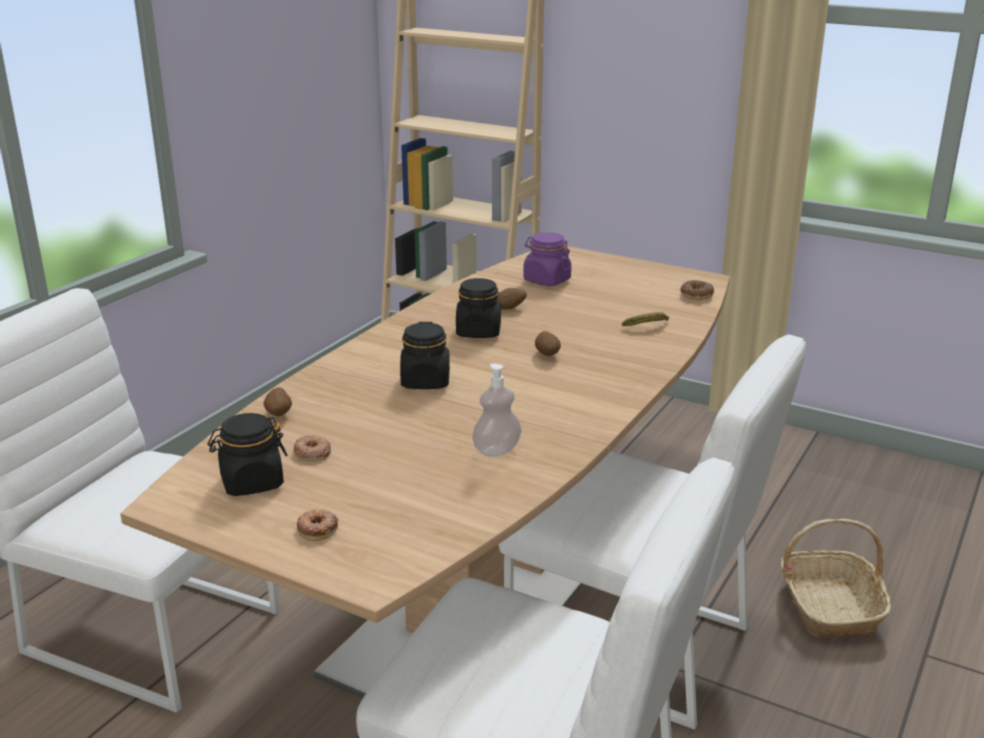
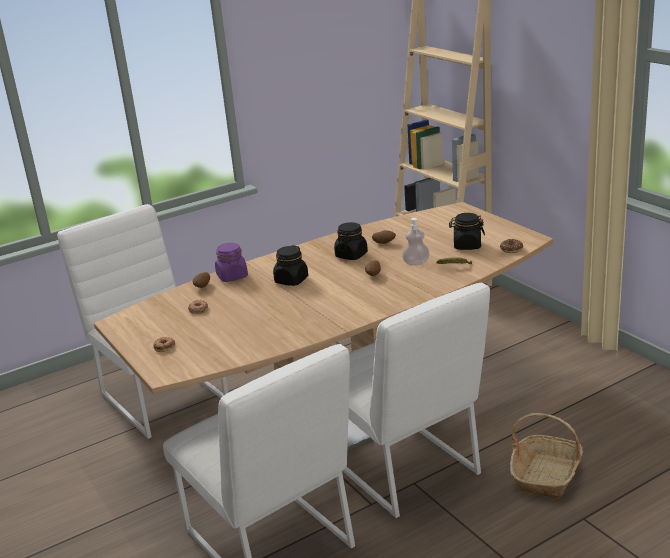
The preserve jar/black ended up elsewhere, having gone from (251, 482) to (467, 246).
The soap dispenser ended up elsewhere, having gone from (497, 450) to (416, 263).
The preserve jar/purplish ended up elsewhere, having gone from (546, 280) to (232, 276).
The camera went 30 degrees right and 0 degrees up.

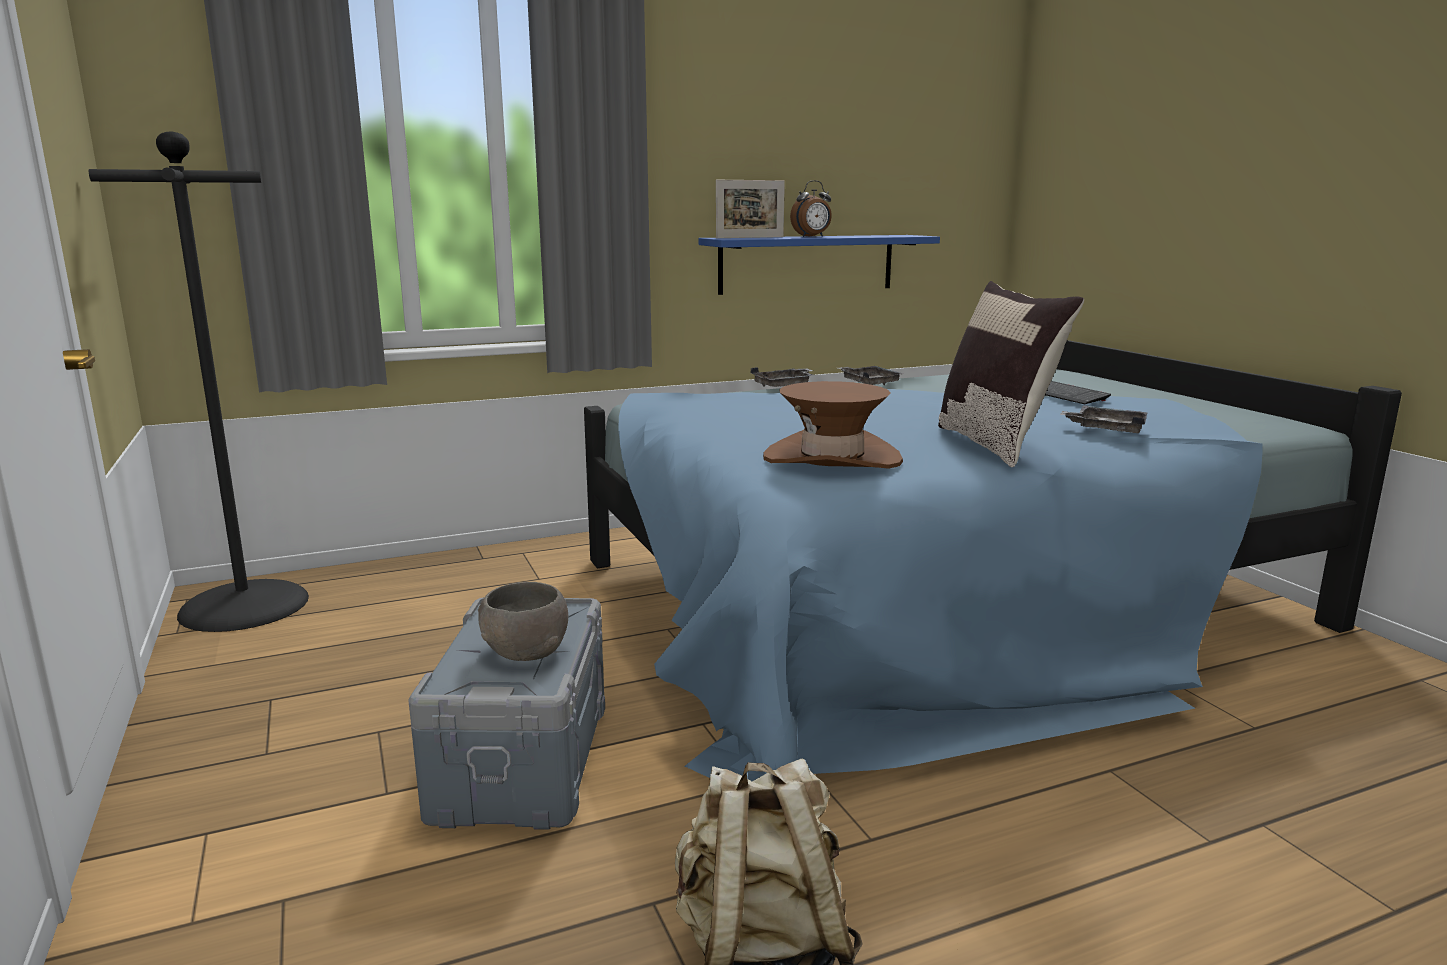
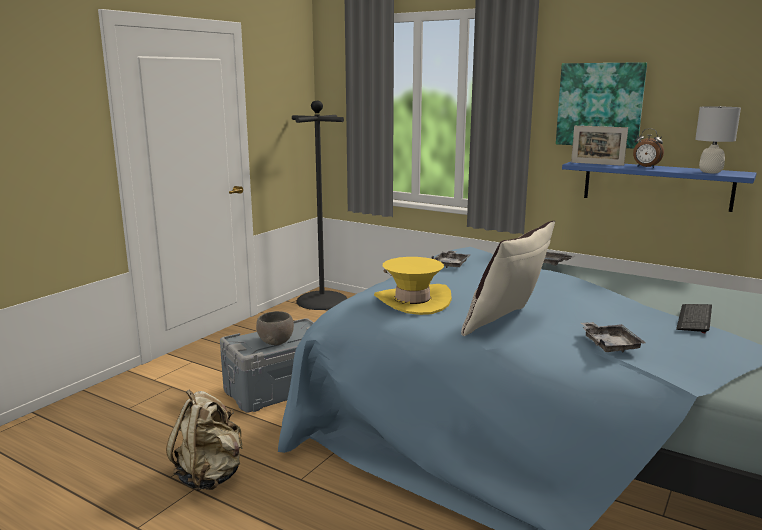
The second view gained the picture at (600, 105).
The second view gained the tabletop lamp/greyish at (711, 172).
The tray/greyish ended up elsewhere, having gone from (869, 383) to (451, 264).
What was the hat/brown-coloured at (832, 458) turned into the hat/yellow-coloured at (412, 301).
The camera went 55 degrees right and 0 degrees up.

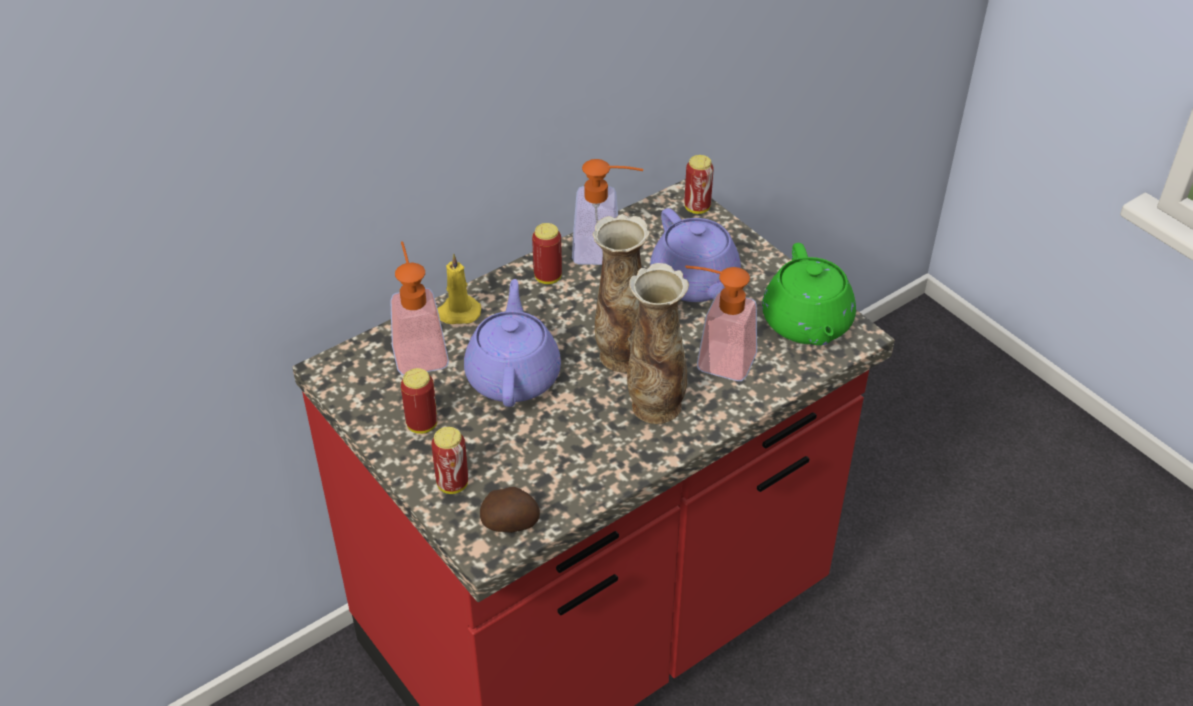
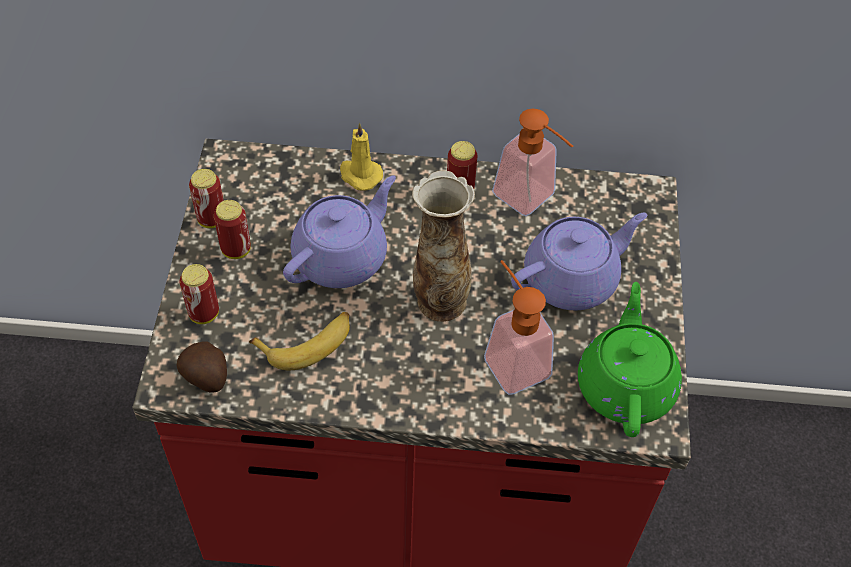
The second view lost the soap dispenser at (418, 349).
The second view lost the decorative vase at (655, 407).
The second view gained the banana fruit at (307, 343).
The metal can ended up elsewhere, having gone from (697, 208) to (212, 219).
The pot for tea/purplish at (695, 283) ended up facing another way, 135 degrees counterclockwise from before.
The pot for tea/green-coloured at (807, 324) ended up facing another way, 150 degrees clockwise from before.
The camera went 40 degrees right and 10 degrees up.

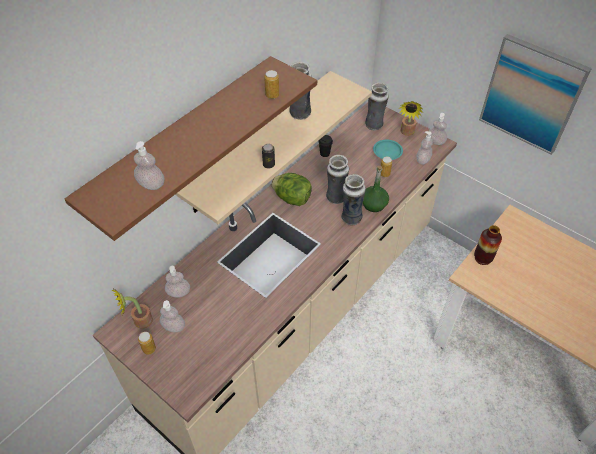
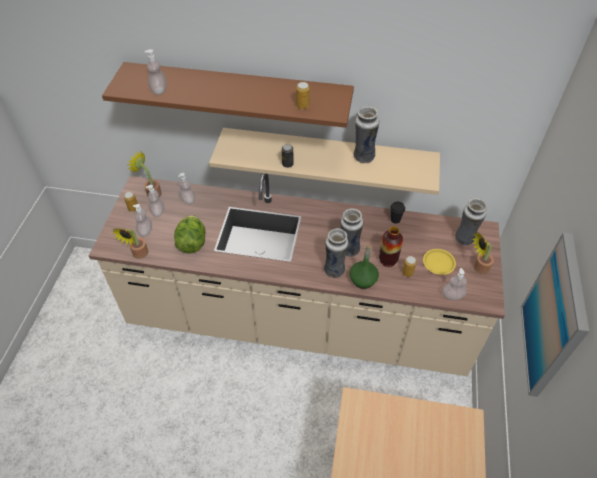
The second view gained the plant in a pot at (138, 255).
The lettuce head ended up elsewhere, having gone from (292, 198) to (192, 243).
The soap dispenser ended up elsewhere, having gone from (435, 141) to (145, 231).
The decorative vase ended up elsewhere, having gone from (482, 258) to (388, 260).
What was the plate/turquoise at (387, 152) turned into the plate/yellow-coloured at (438, 263).
The camera went 60 degrees right and 0 degrees up.

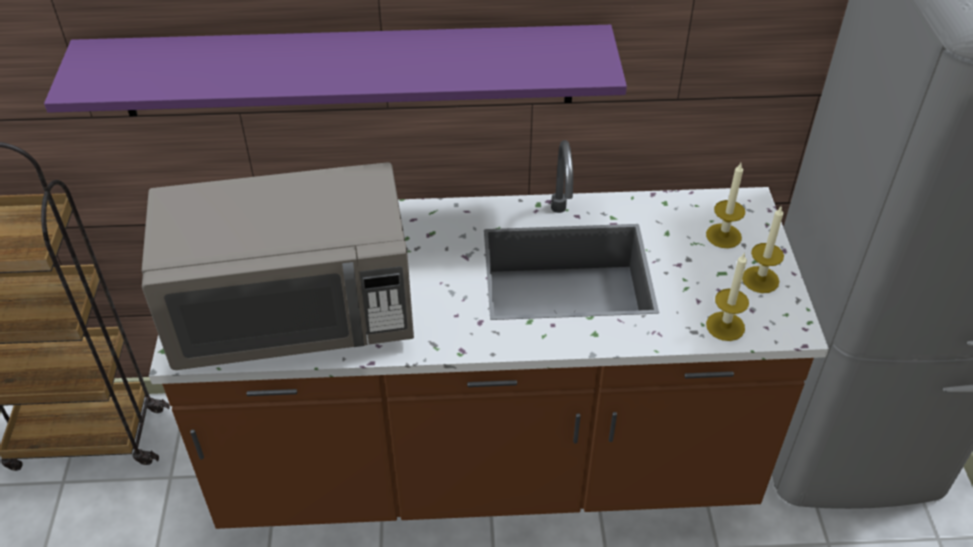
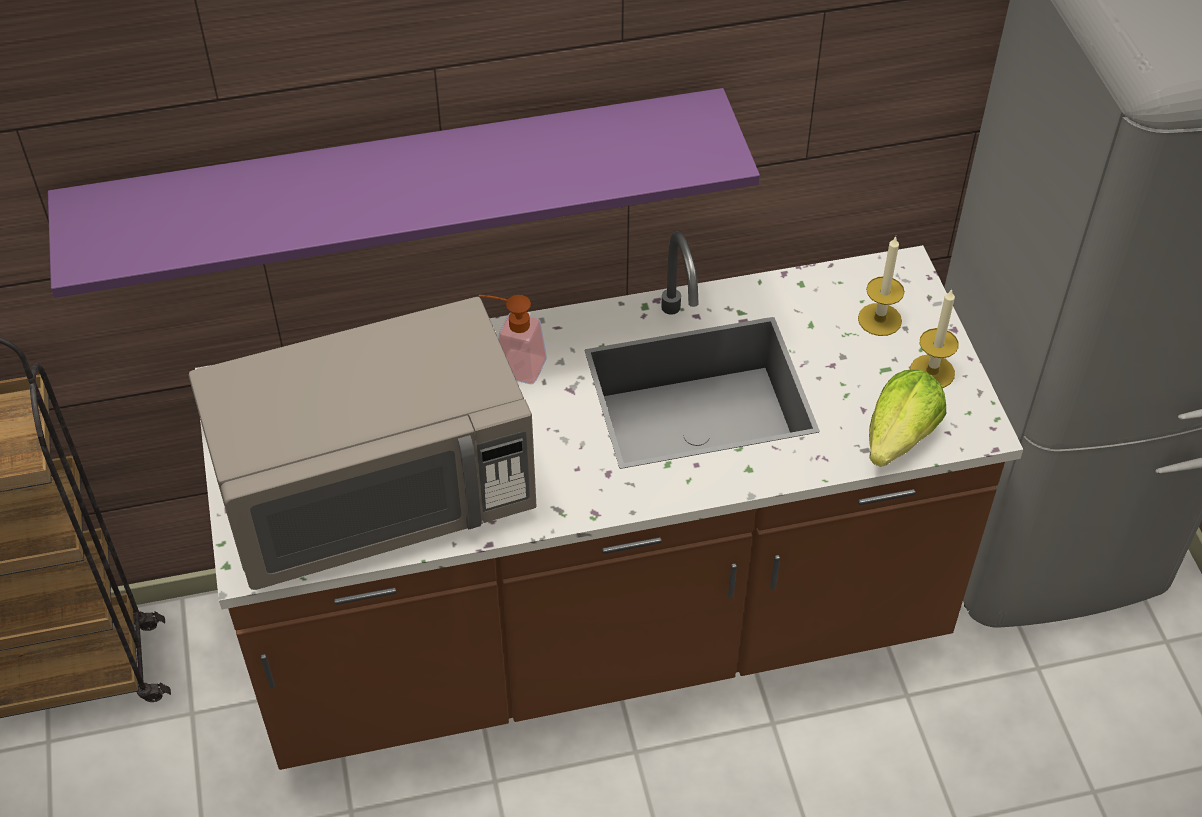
The second view gained the soap dispenser at (512, 365).
Where the wax candle stood at (725, 326), the lettuce head came to stand at (900, 437).
The camera went 10 degrees left and 5 degrees up.

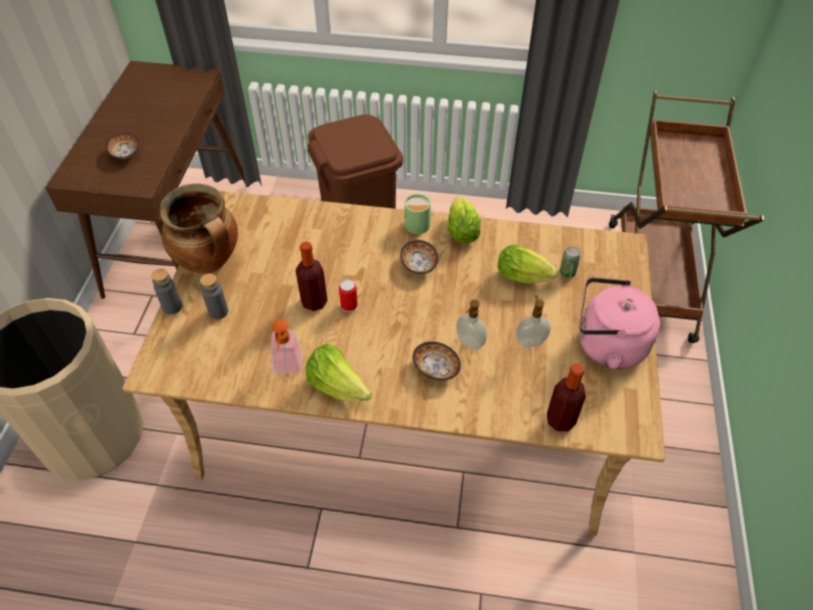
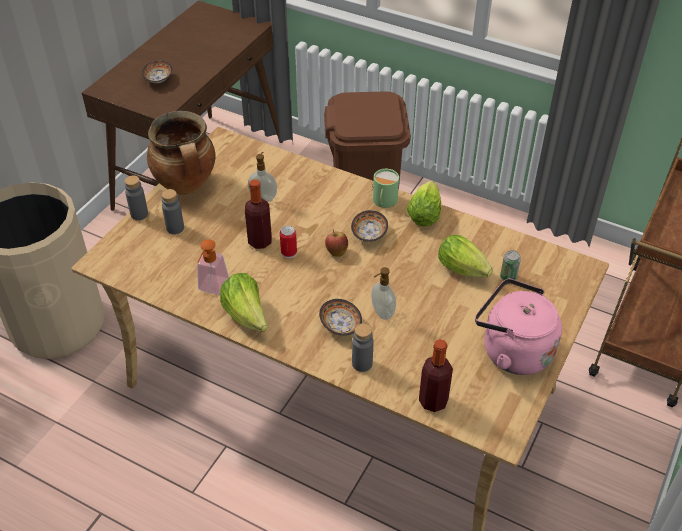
The second view gained the whole apple at (336, 252).
The second view gained the drink bottle/greyish at (362, 363).
The soap dispenser ended up elsewhere, having gone from (530, 341) to (263, 197).
The camera went 20 degrees right and 5 degrees down.

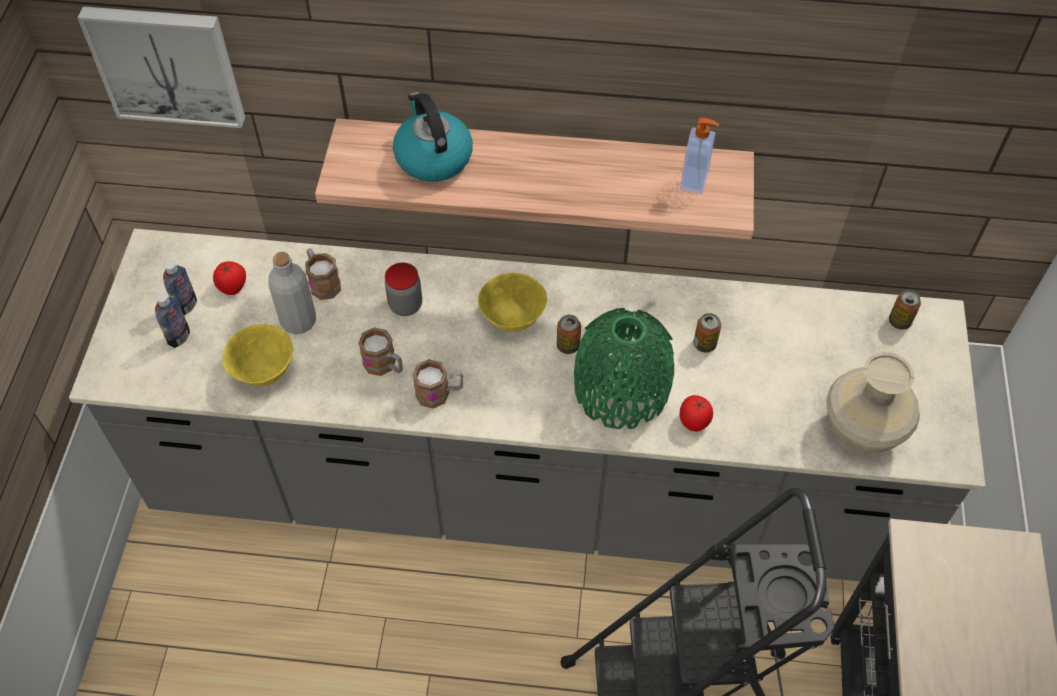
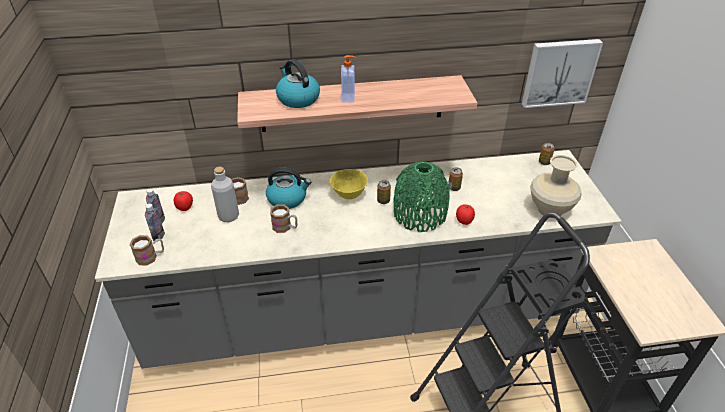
The second view lost the deep dish/yellow-coloured at (263, 372).
The picture ended up elsewhere, having gone from (167, 64) to (559, 72).
The coffee mug ended up elsewhere, having gone from (440, 393) to (151, 257).
The soap dispenser ended up elsewhere, having gone from (695, 181) to (349, 98).
Where the preserve jar stood at (405, 305), the kettle came to stand at (288, 199).
The camera went 15 degrees left and 15 degrees down.

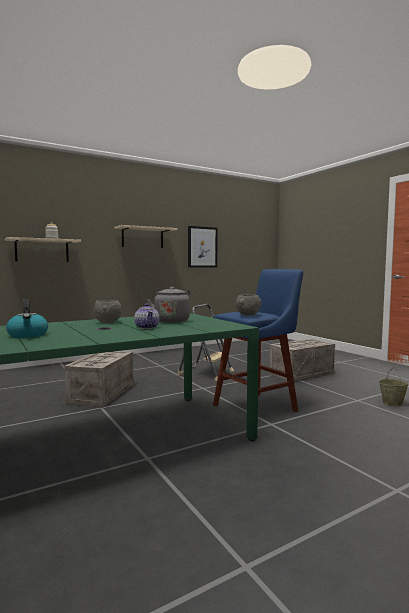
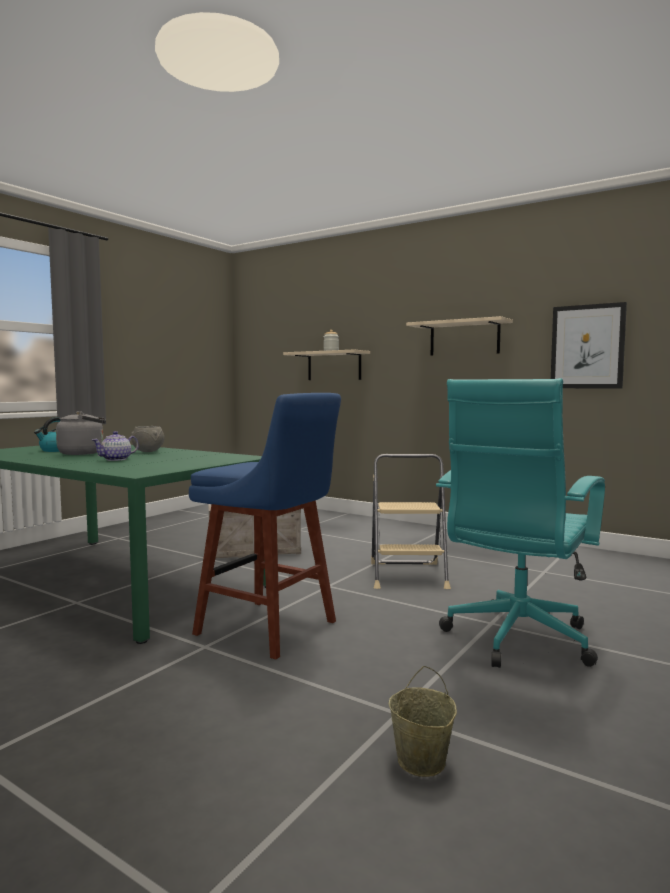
The second view lost the deep dish/greyish at (247, 315).
The kettle/greyish ended up elsewhere, having gone from (171, 320) to (84, 453).
Where the packing crate stood at (301, 374), the computer chair/turquoise came to stand at (516, 641).
The camera went 65 degrees right and 0 degrees up.

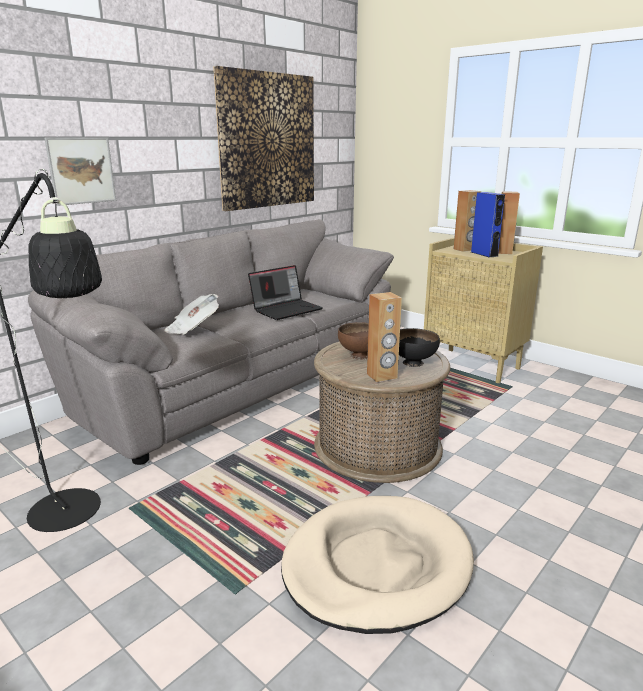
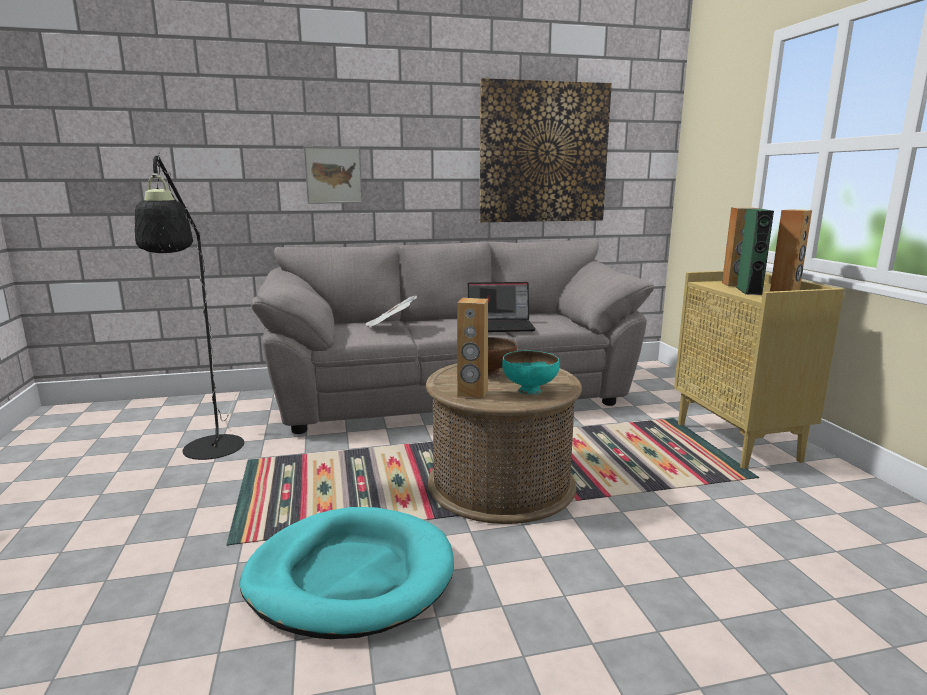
What was the pet bed/sand-coloured at (376, 566) turned into the pet bed/turquoise at (350, 576).
What was the deep dish/black at (413, 363) turned into the deep dish/turquoise at (529, 391).
What was the audio speaker/blue at (484, 254) turned into the audio speaker/green-coloured at (749, 291).
The camera went 35 degrees right and 5 degrees down.

